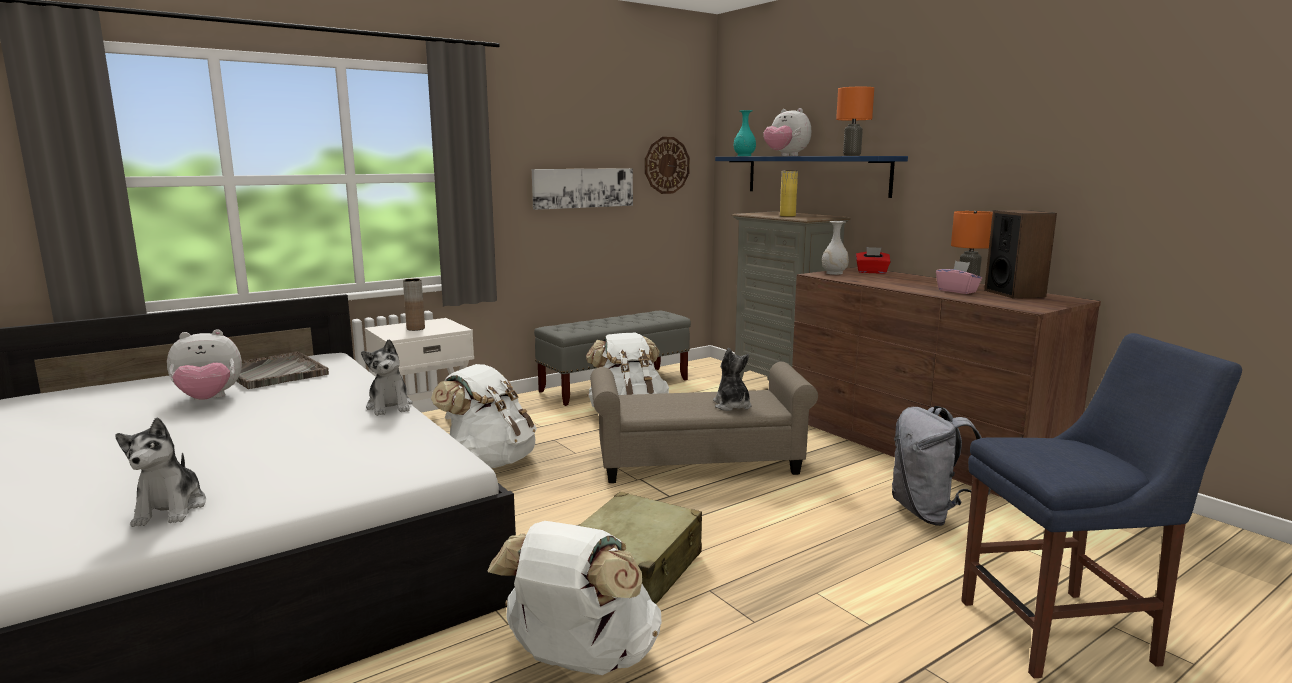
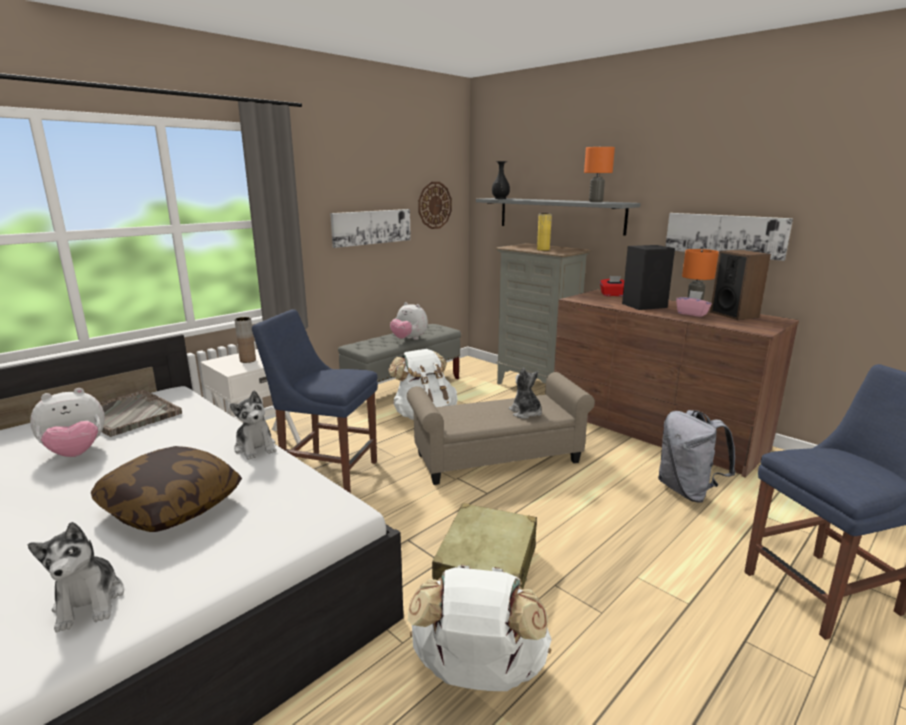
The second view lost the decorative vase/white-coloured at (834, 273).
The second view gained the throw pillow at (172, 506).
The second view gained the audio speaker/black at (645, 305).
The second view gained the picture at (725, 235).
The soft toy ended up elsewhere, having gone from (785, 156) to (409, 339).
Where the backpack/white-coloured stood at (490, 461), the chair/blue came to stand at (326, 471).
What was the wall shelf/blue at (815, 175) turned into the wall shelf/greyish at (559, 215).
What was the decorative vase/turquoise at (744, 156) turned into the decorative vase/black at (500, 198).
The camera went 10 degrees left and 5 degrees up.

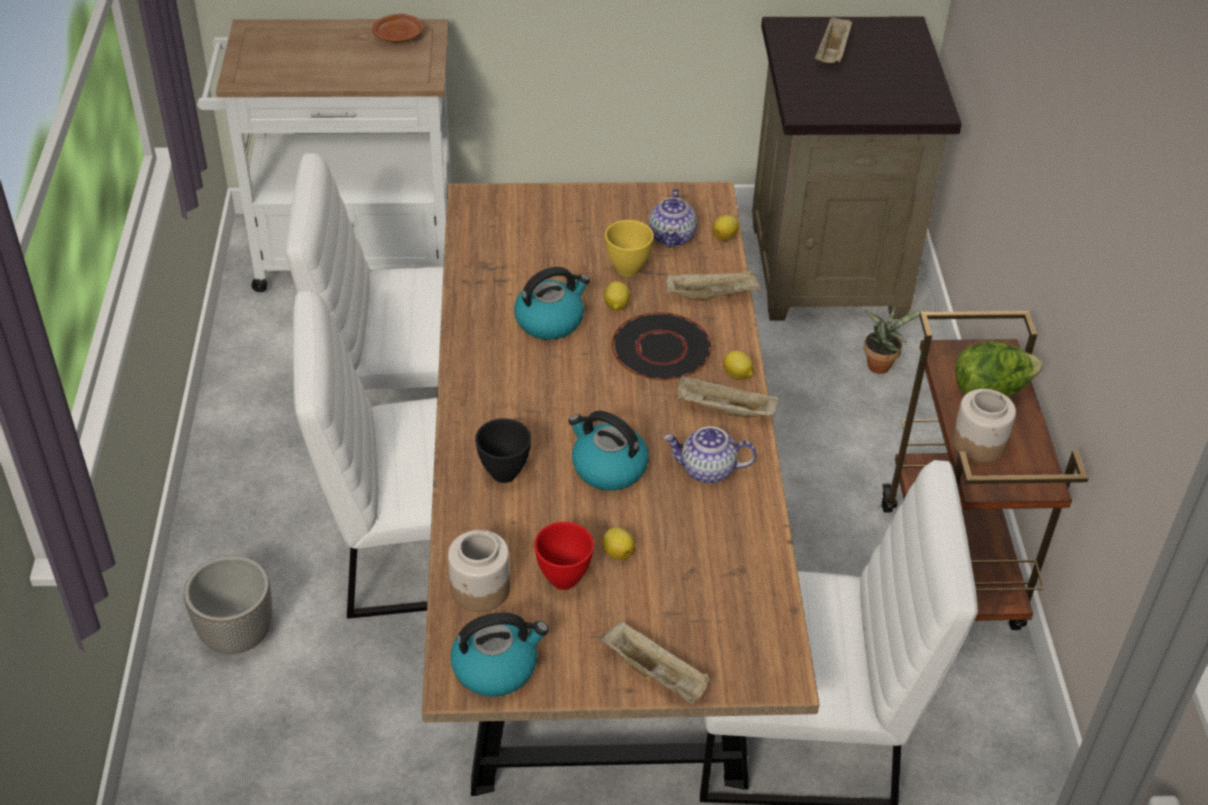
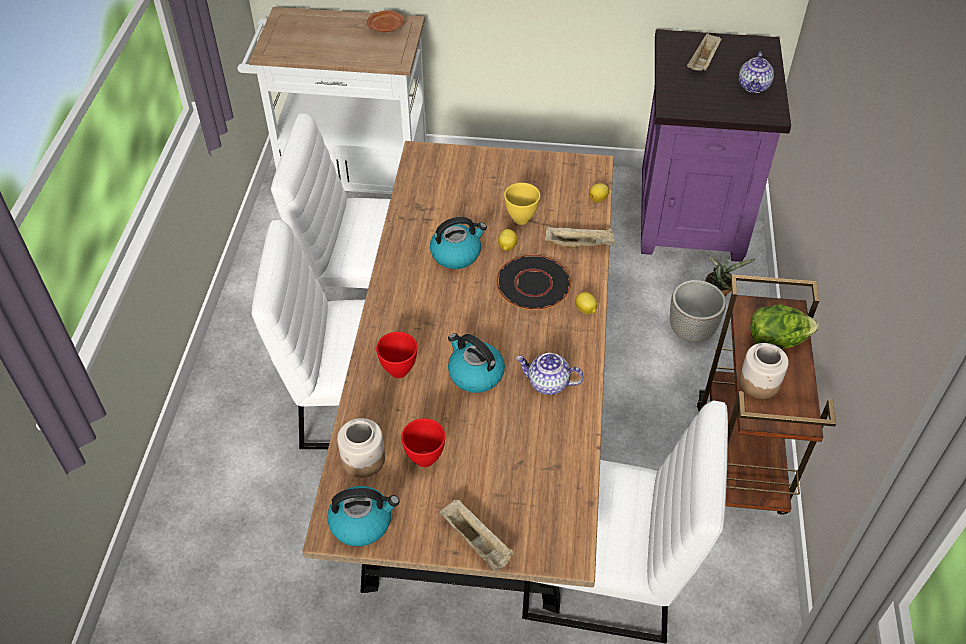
The second view lost the whole lemon at (617, 553).
The second view lost the tray/sand-coloured at (723, 410).
The flower pot ended up elsewhere, having gone from (236, 635) to (690, 331).
The pot for tea ended up elsewhere, having gone from (672, 236) to (754, 86).
What was the deep dish/black at (503, 475) turned into the deep dish/red at (398, 371).
What was the cabinet/sand-coloured at (827, 266) turned into the cabinet/purplish at (690, 216).
The camera went 10 degrees right and 5 degrees up.

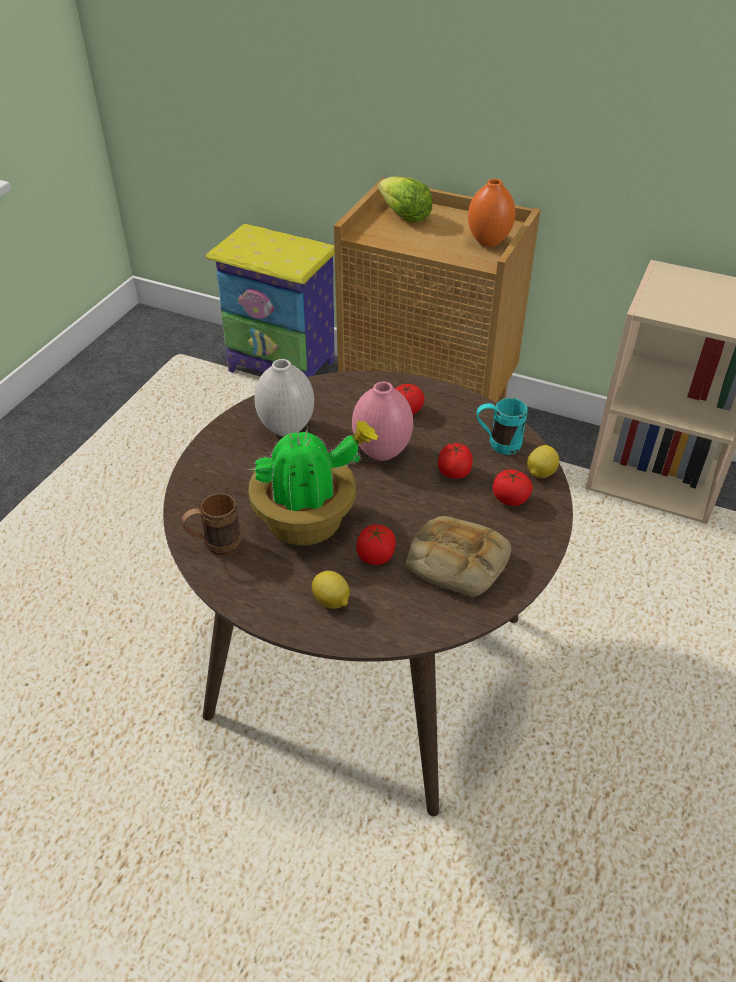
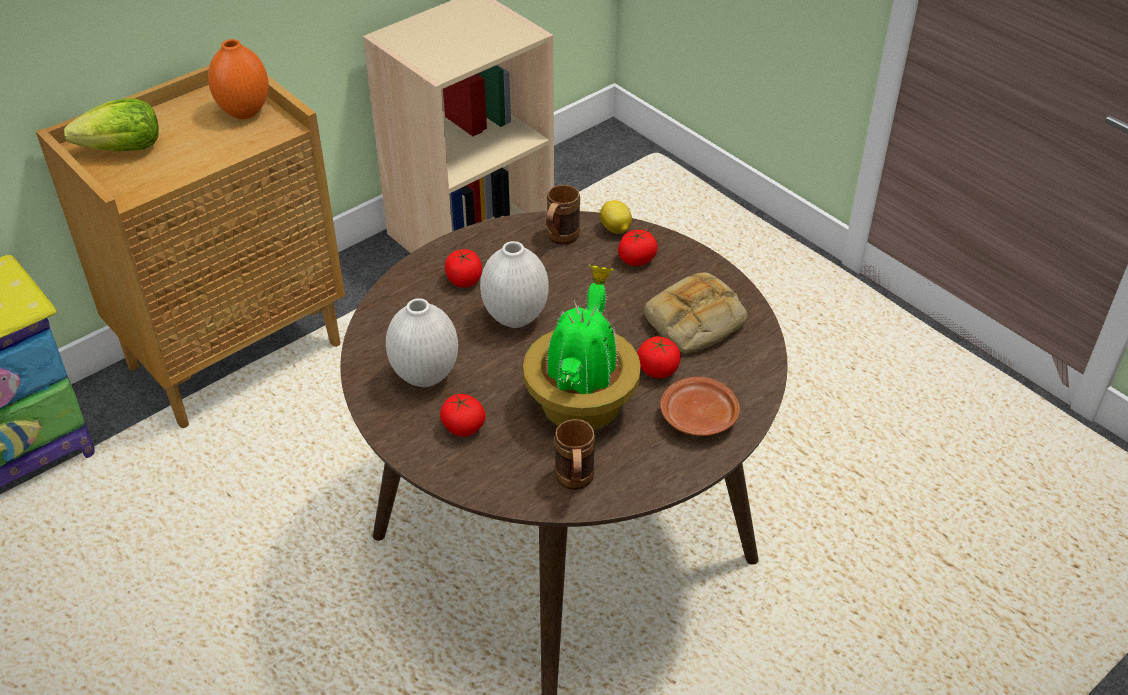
The fresh tomato ended up elsewhere, having gone from (454, 472) to (463, 427).
Where the whole lemon stood at (331, 601), the plate/brown-coloured came to stand at (698, 418).
What was the decorative vase/pink-coloured at (381, 452) turned into the decorative vase/white-coloured at (516, 319).
What was the coffee mug/turquoise at (497, 444) turned into the coffee mug/brown-coloured at (559, 240).
The camera went 65 degrees left and 0 degrees up.

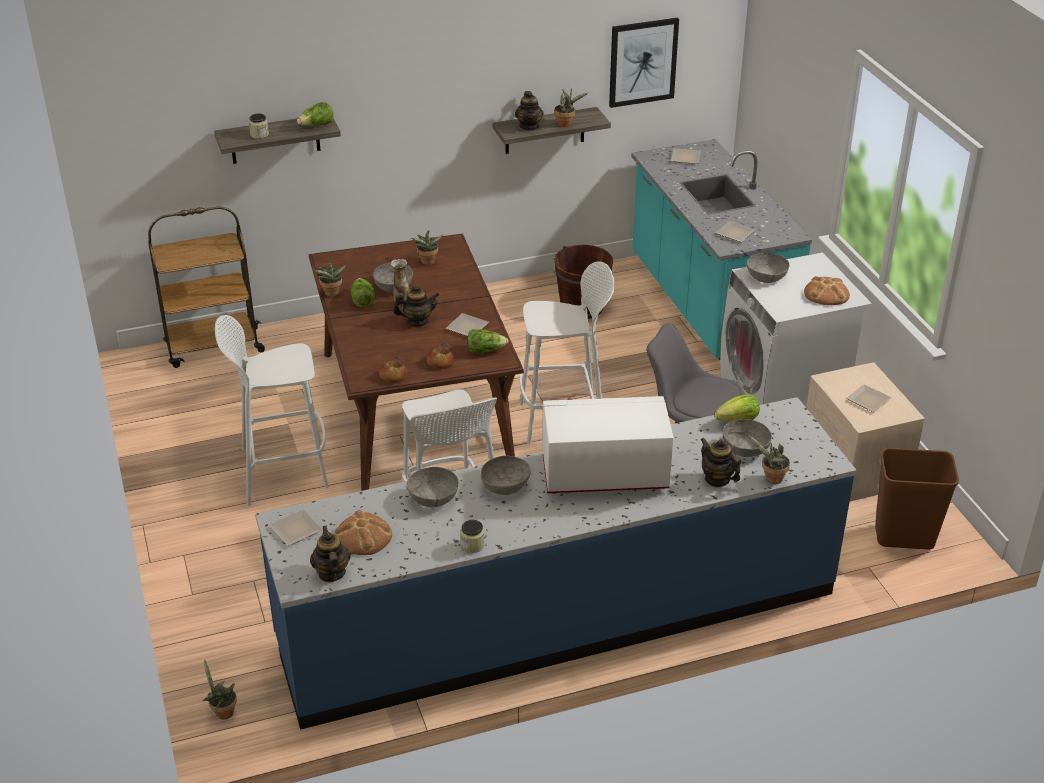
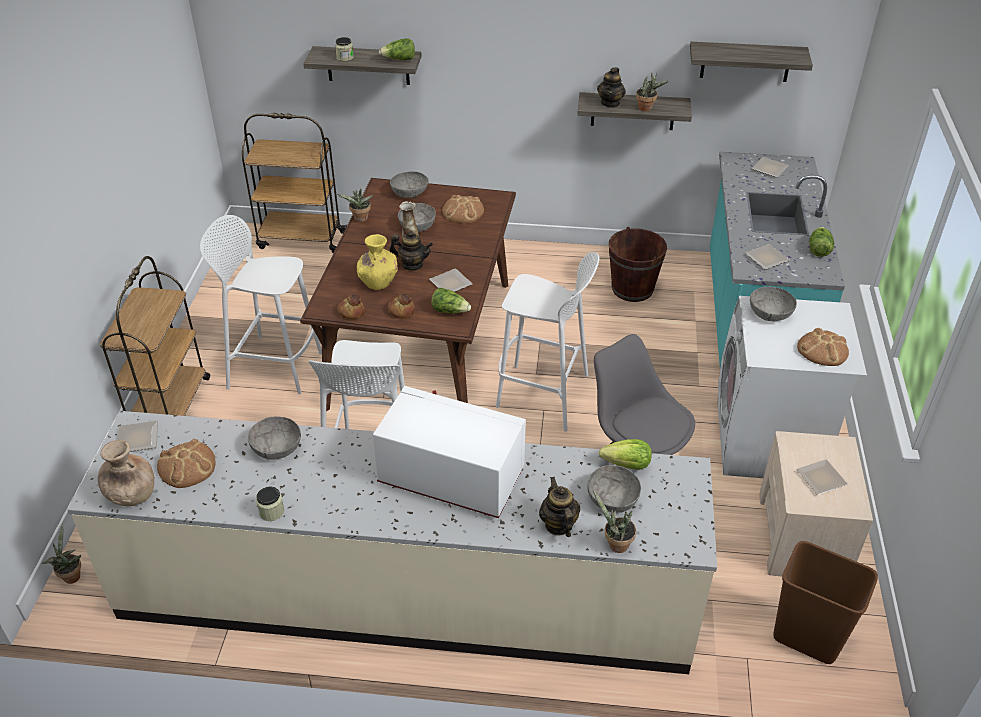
The second view gained the wheeled cart/brown-coloured at (170, 409).
The second view gained the decorative vase/yellow-coloured at (378, 281).
The lettuce head ended up elsewhere, having gone from (362, 300) to (818, 249).
The deep dish/greyish ended up elsewhere, having gone from (505, 485) to (410, 193).
Where the pot for tea stood at (331, 573), the decorative vase/brown-coloured came to stand at (131, 494).
Where the plant in a pot stood at (427, 263), the bread came to stand at (463, 211).
Where the picture hung at (642, 62), the wall shelf came to hang at (745, 61).
What was the kitchen counter/blue at (558, 616) turned into the kitchen counter/sand-coloured at (406, 594).
The camera went 25 degrees right and 5 degrees up.

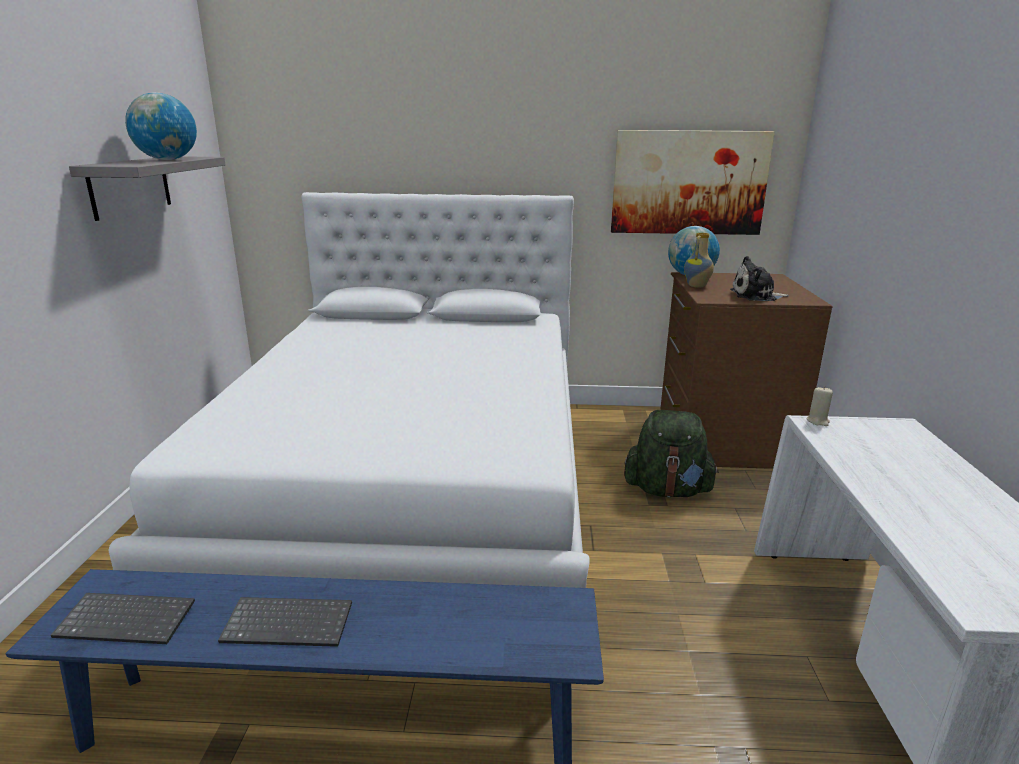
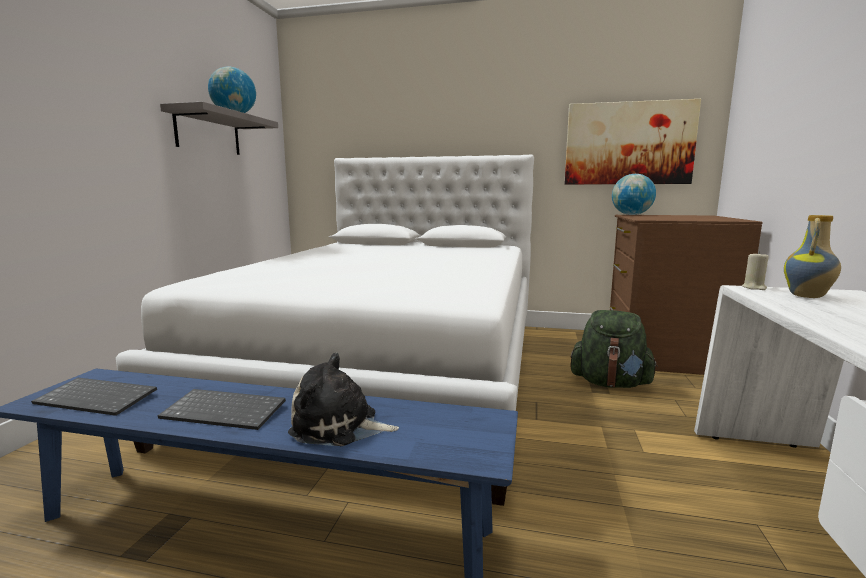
The decorative vase ended up elsewhere, having gone from (697, 286) to (808, 296).
The soft toy ended up elsewhere, having gone from (756, 296) to (339, 426).
The camera went 10 degrees right and 10 degrees down.

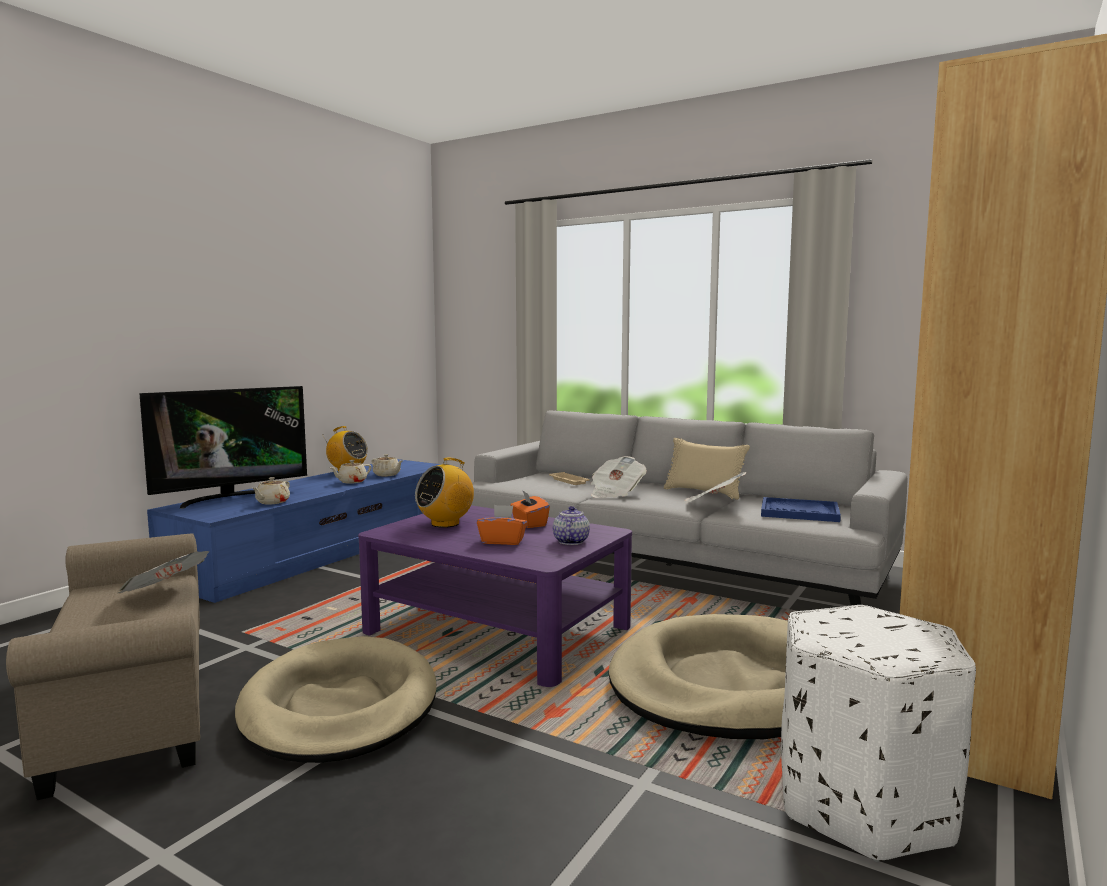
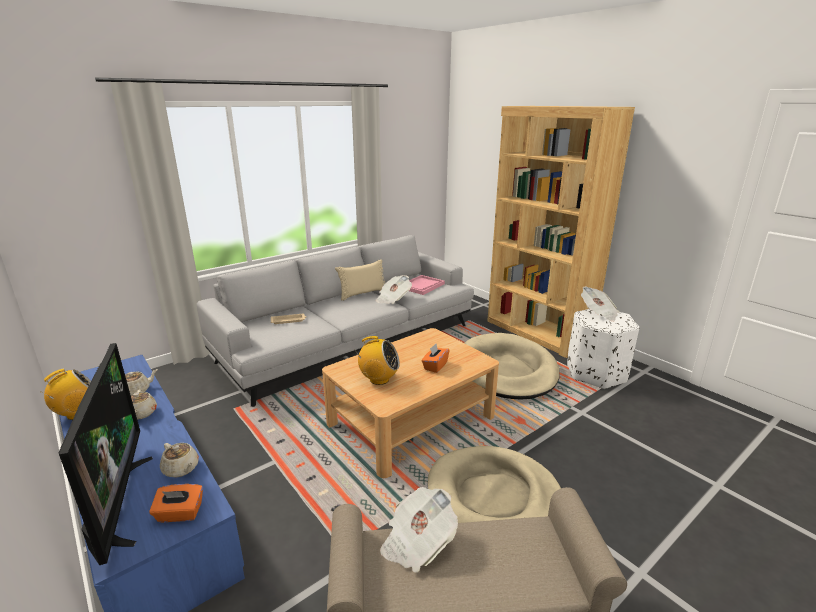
The second view lost the pot for tea at (570, 541).
The box of tissues/orangey ended up elsewhere, having gone from (529, 523) to (180, 514).
The printed paper ended up elsewhere, having gone from (615, 493) to (598, 313).
What was the lounge table/purplish at (498, 630) turned into the lounge table/sand-coloured at (411, 420).
What was the tray/blue at (799, 512) turned into the tray/pink-coloured at (422, 286).
The radio set at (445, 523) ended up facing another way, 60 degrees counterclockwise from before.
The camera went 70 degrees left and 15 degrees up.

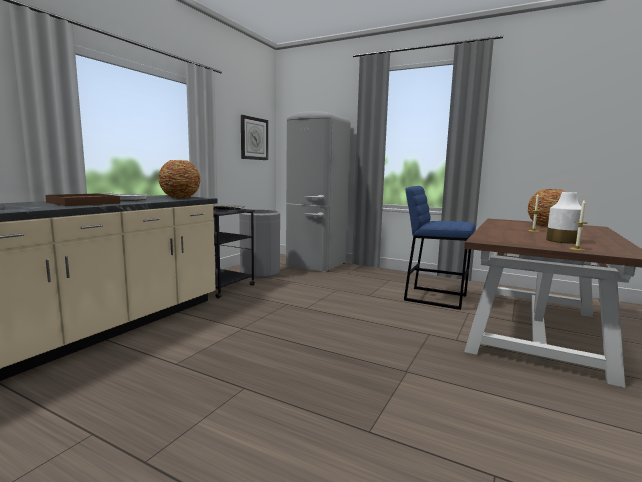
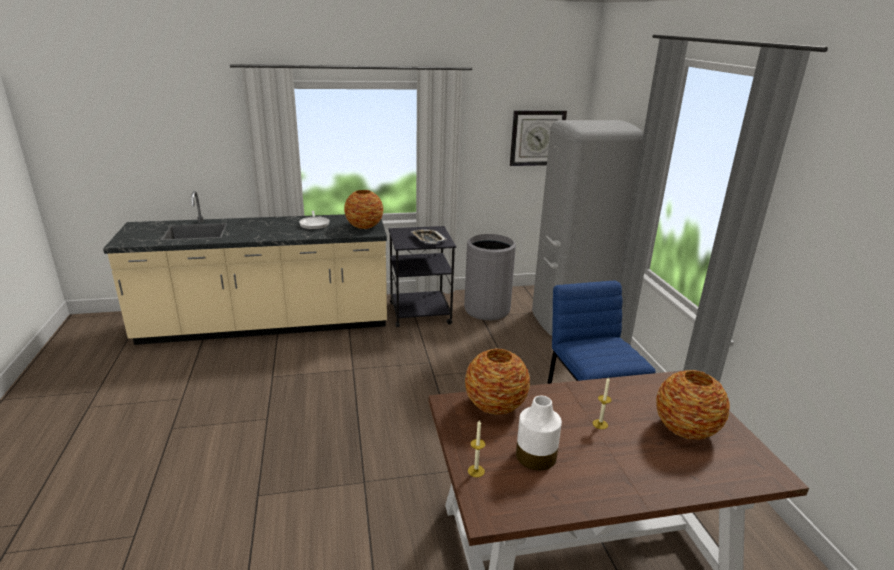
The second view lost the tray/brown-coloured at (83, 203).
The second view gained the decorative vase at (495, 405).
The camera went 50 degrees right and 15 degrees up.

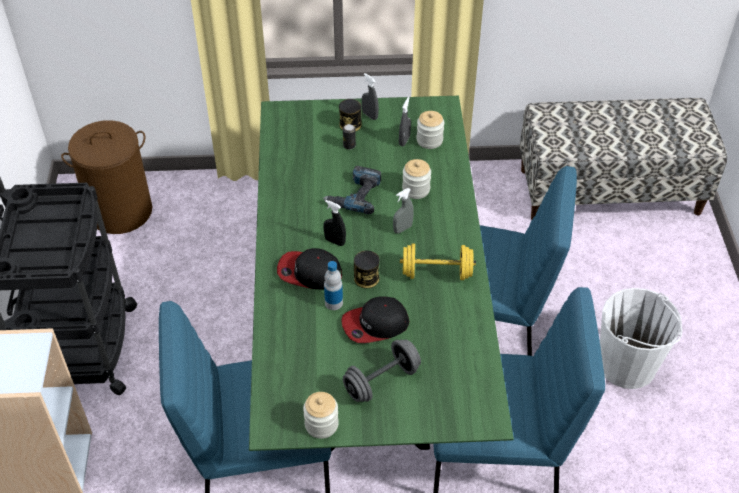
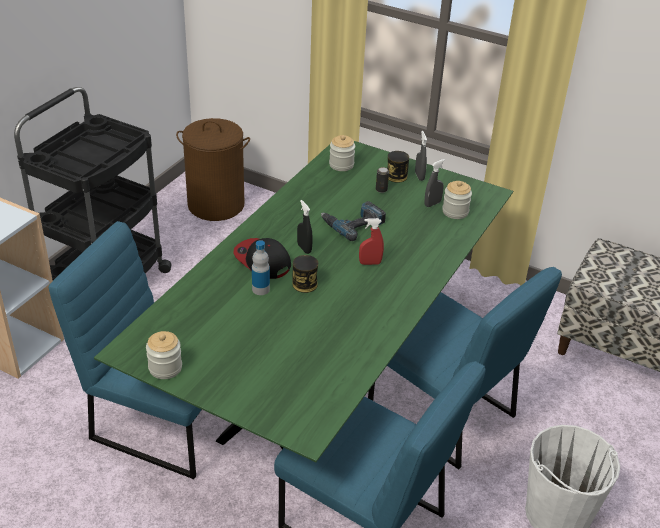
The second view lost the baseball cap at (375, 324).
The second view lost the hand weight/greyish at (381, 381).
The second view lost the hand weight/yellow-coloured at (436, 273).
The preserve jar ended up elsewhere, having gone from (416, 189) to (341, 165).
What was the spray bottle/greyish at (402, 229) turned into the spray bottle/red at (370, 263).
The camera went 30 degrees right and 10 degrees down.

